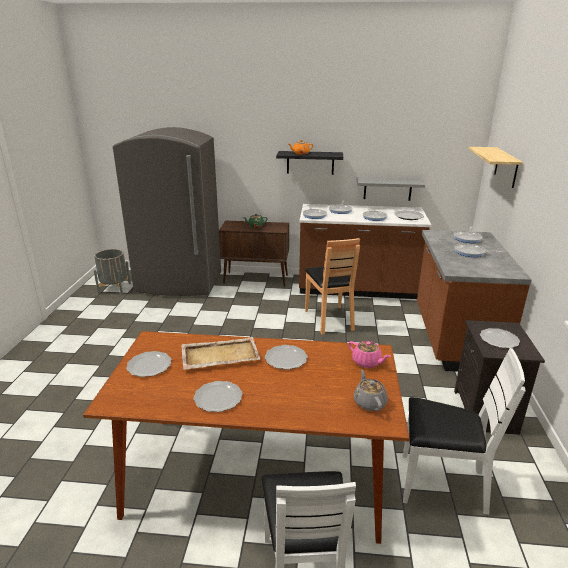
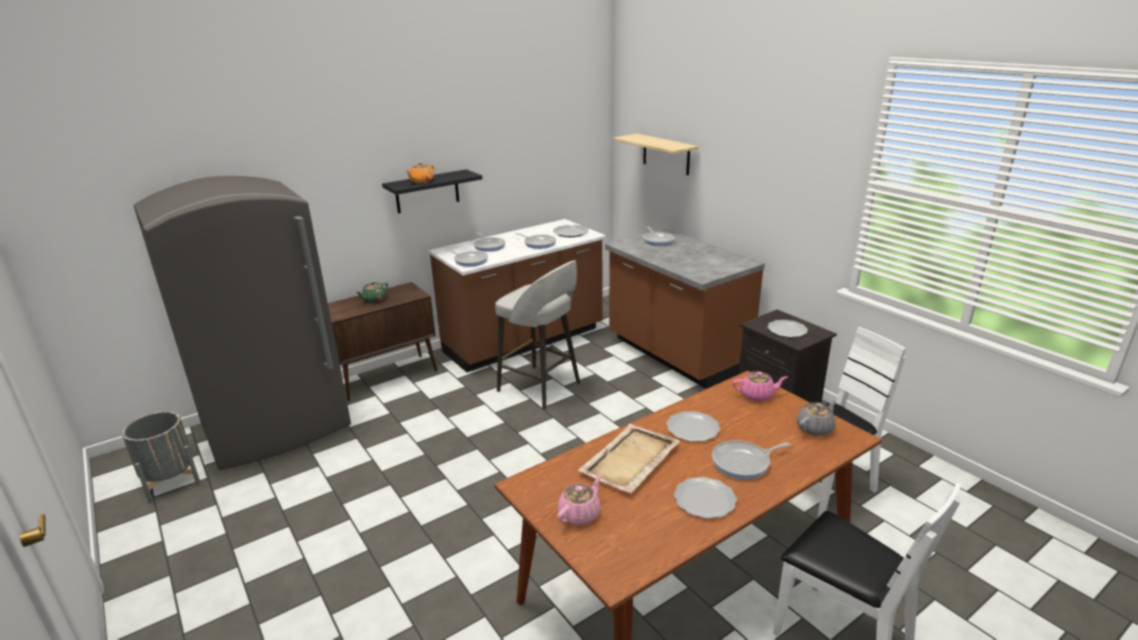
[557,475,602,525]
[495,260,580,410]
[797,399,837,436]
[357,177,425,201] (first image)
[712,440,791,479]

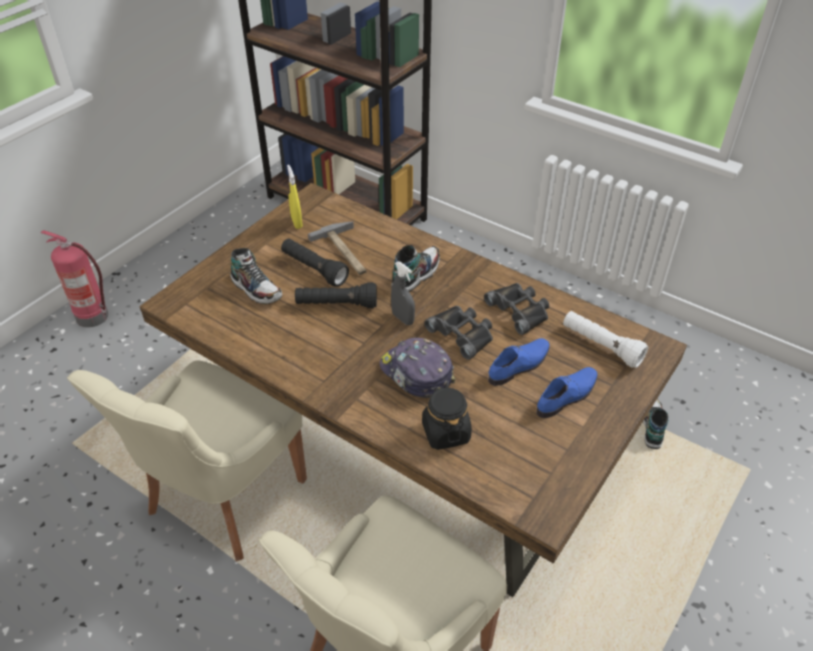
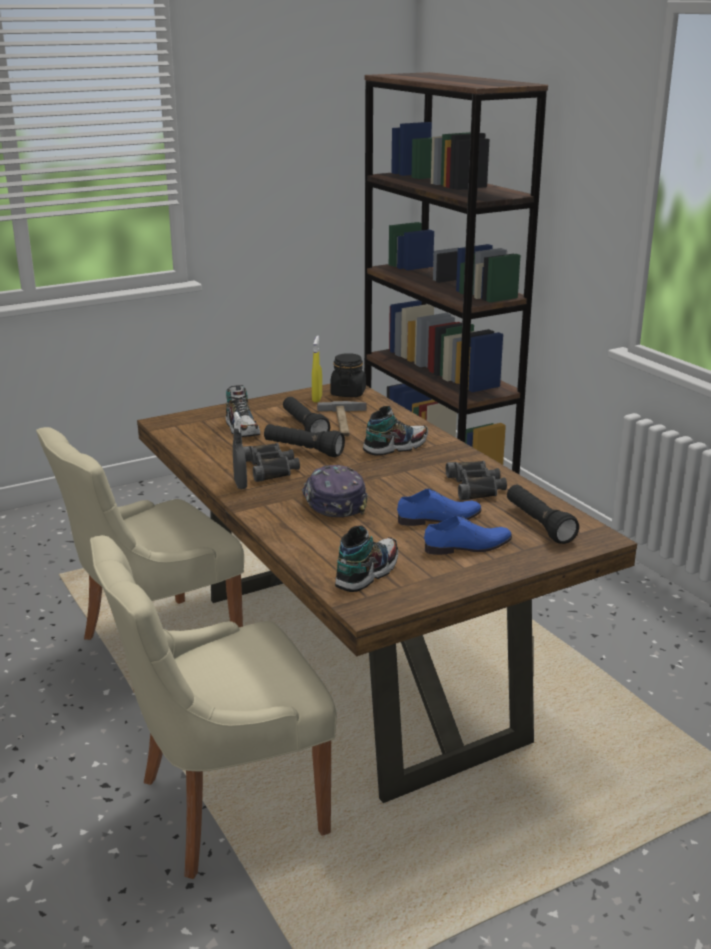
[41,230,108,328] (first image)
[233,412,247,489]
[330,353,366,397]
[243,443,300,482]
[507,485,579,544]
[335,525,398,592]

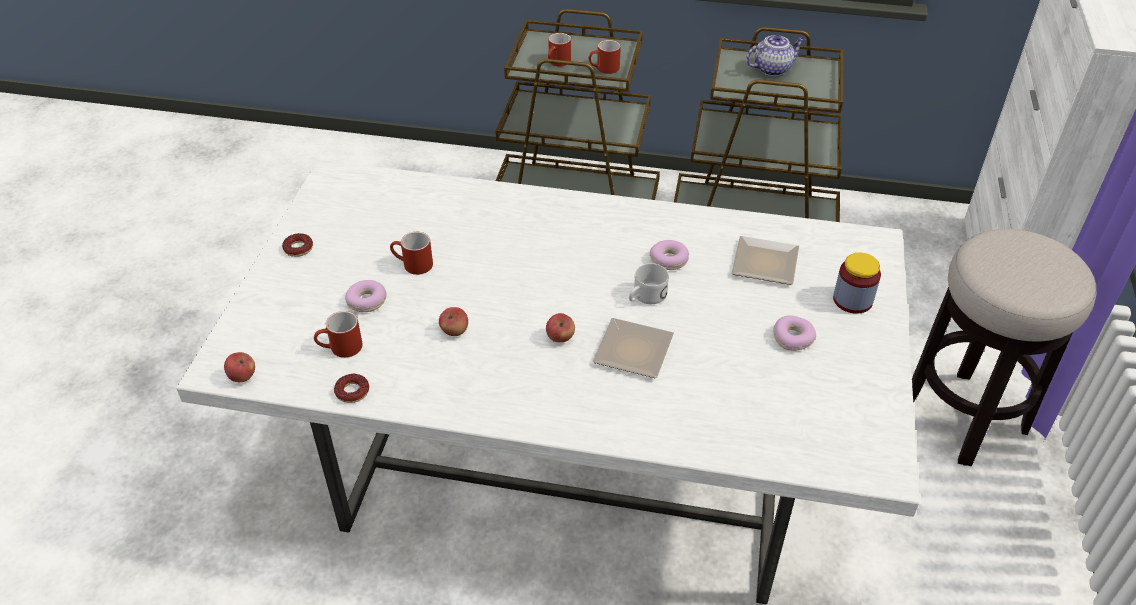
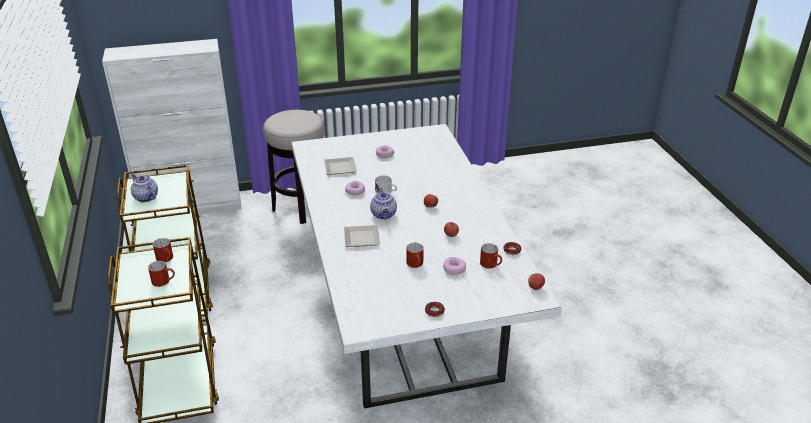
[344,225,380,247]
[833,253,881,314] (first image)
[370,188,397,219]

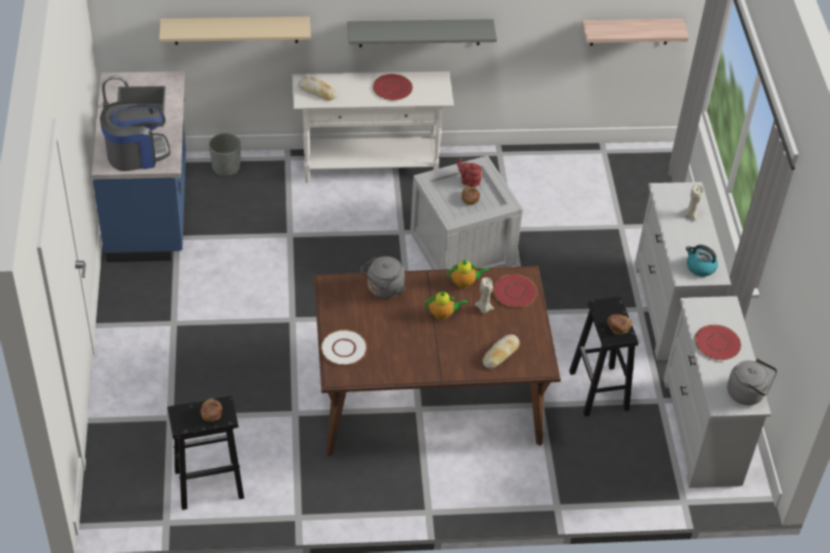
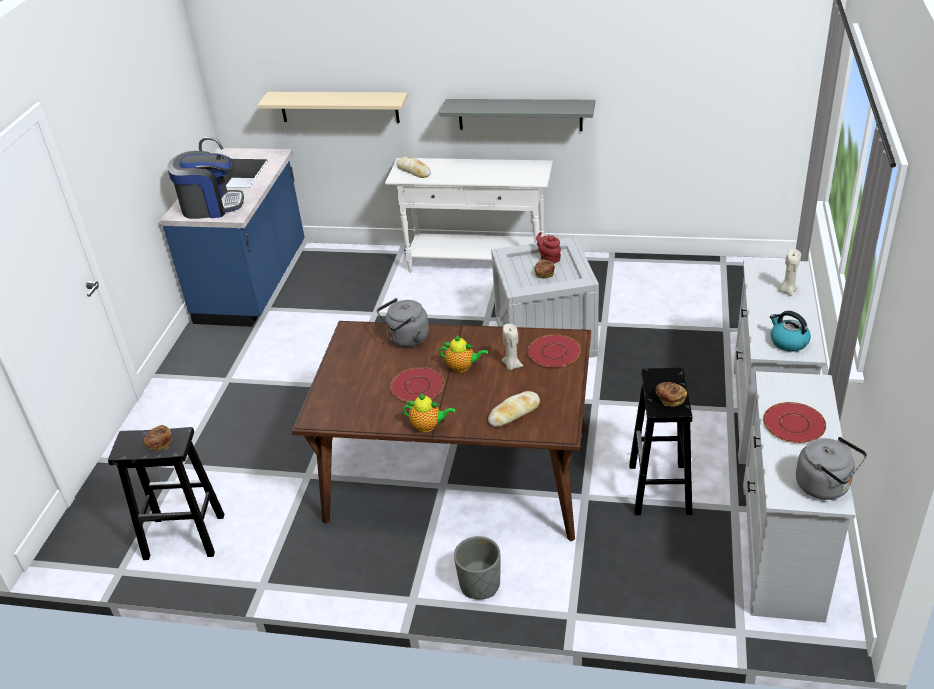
[454,536,501,599]
[321,329,367,365] (first image)
[390,367,445,402]
[403,393,455,432]
[582,19,689,46] (first image)

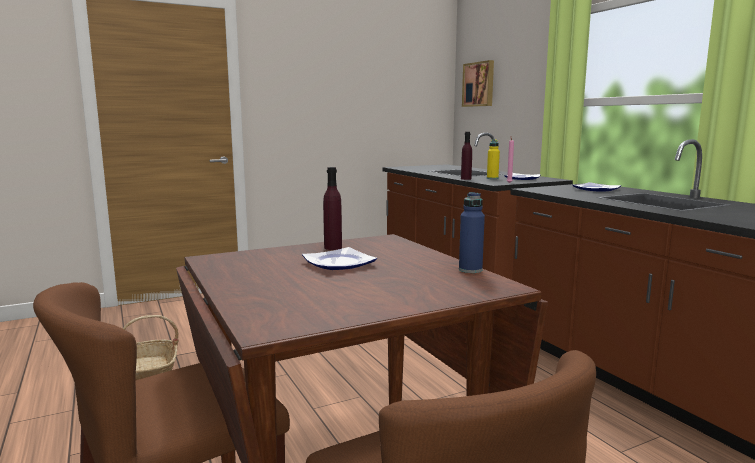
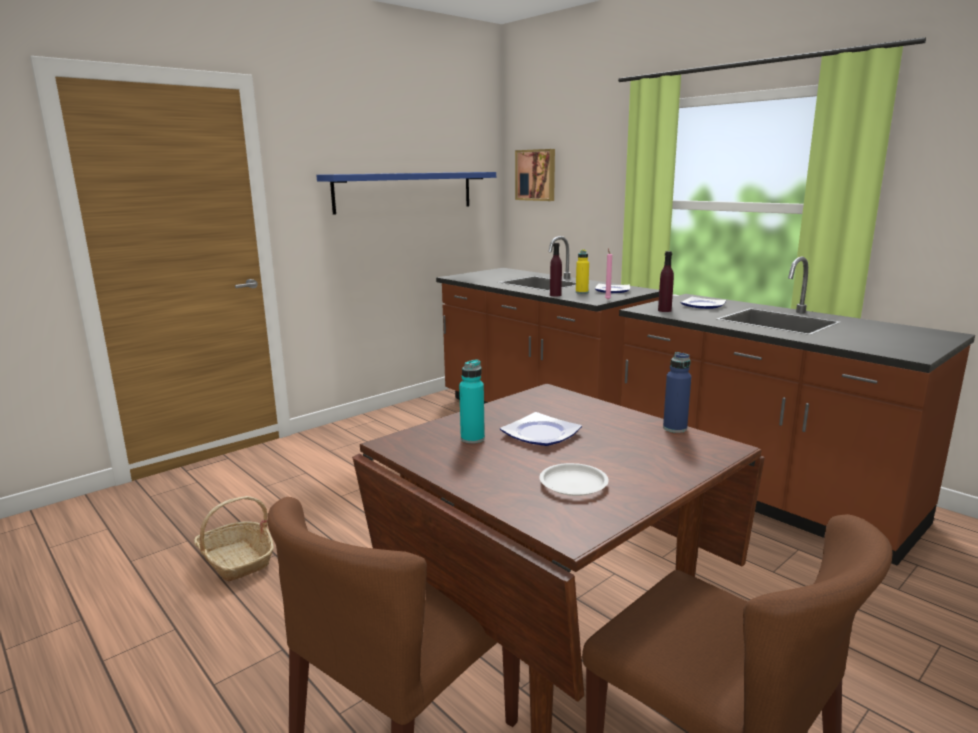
[658,251,674,312]
[316,172,496,215]
[459,359,485,444]
[539,463,609,496]

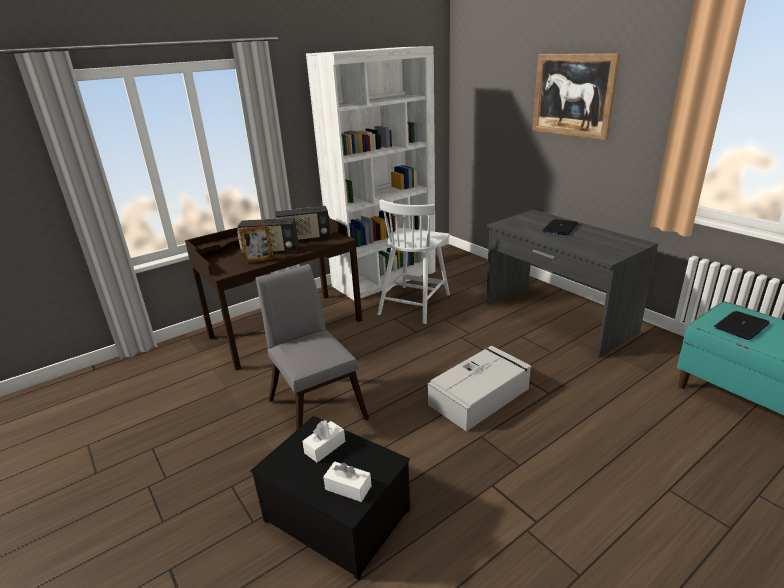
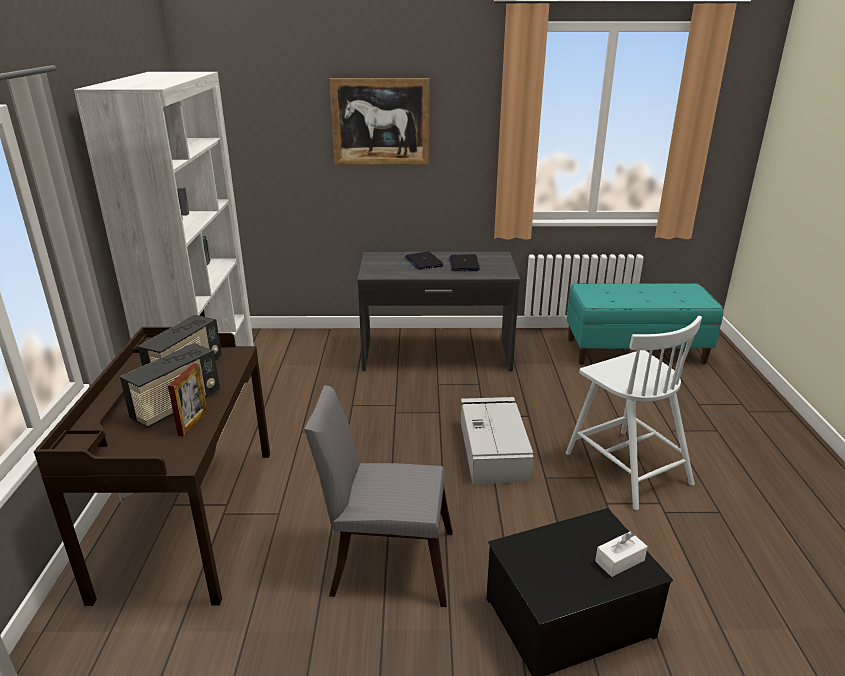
[302,420,345,463] (first image)
[566,316,702,510]
[449,254,480,271]

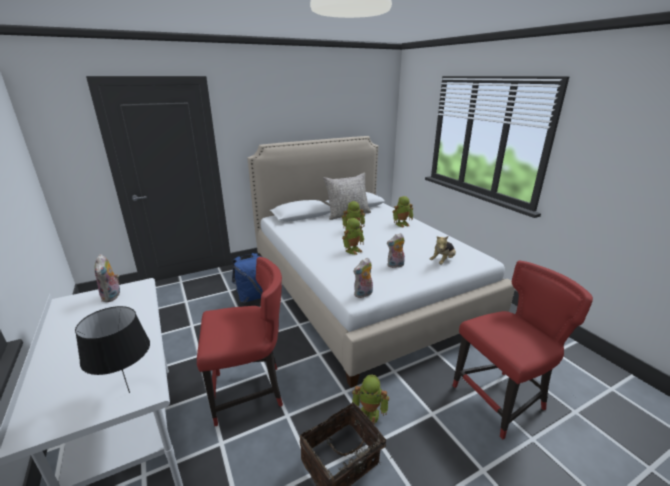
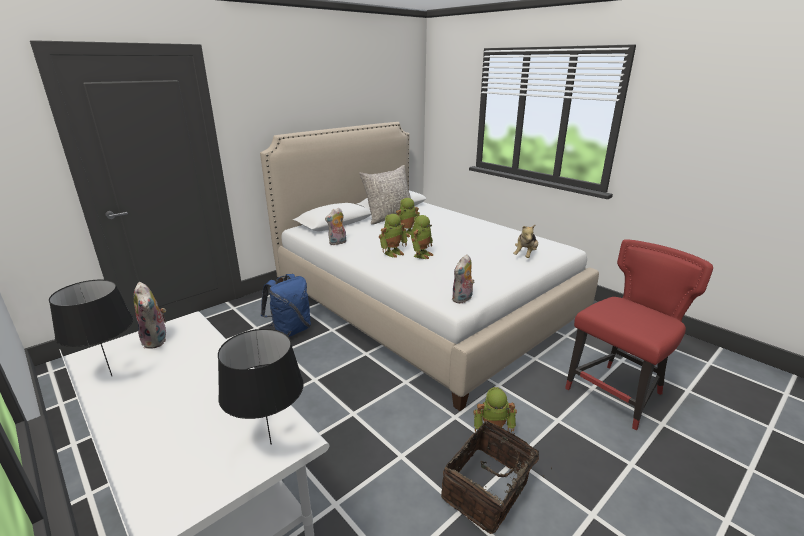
[197,257,283,426] (first image)
[325,207,346,245]
[379,214,408,258]
[49,279,133,376]

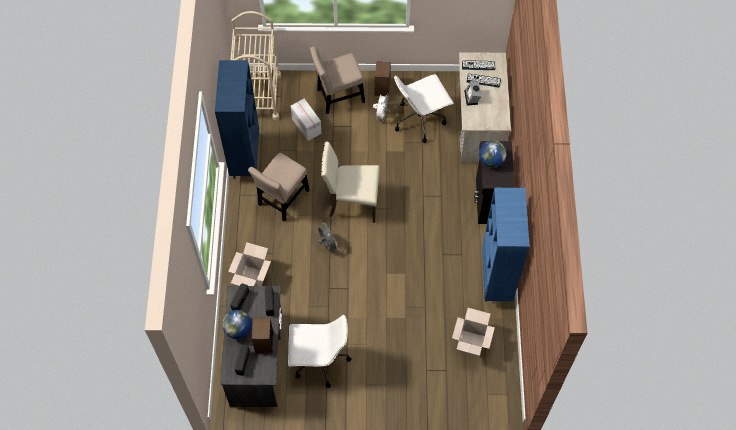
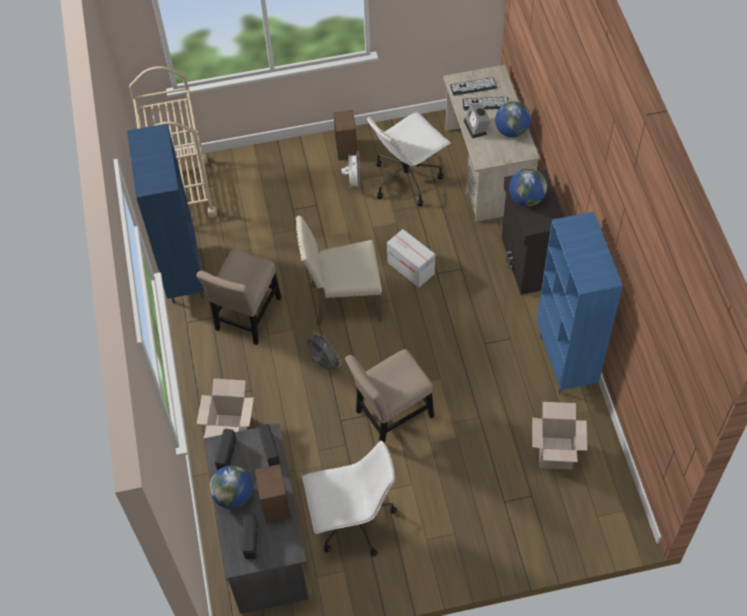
[387,229,435,287]
[345,349,434,443]
[495,101,531,138]

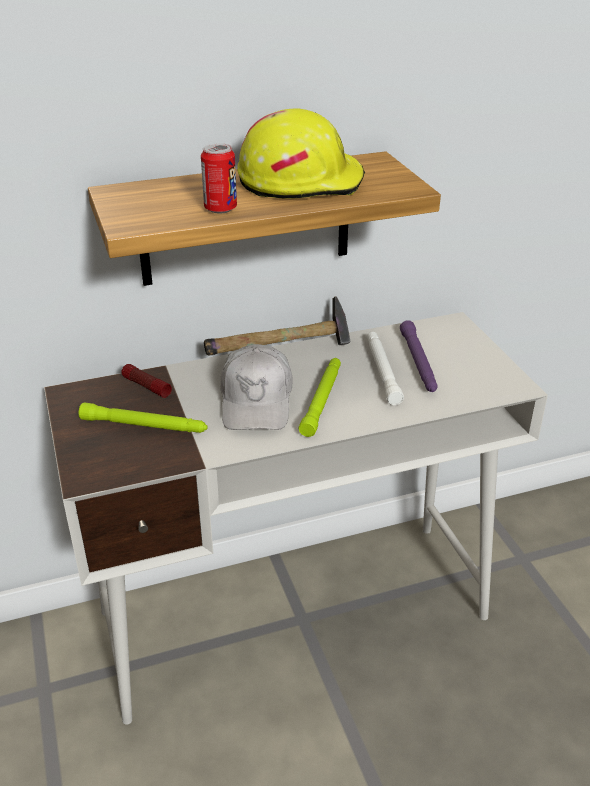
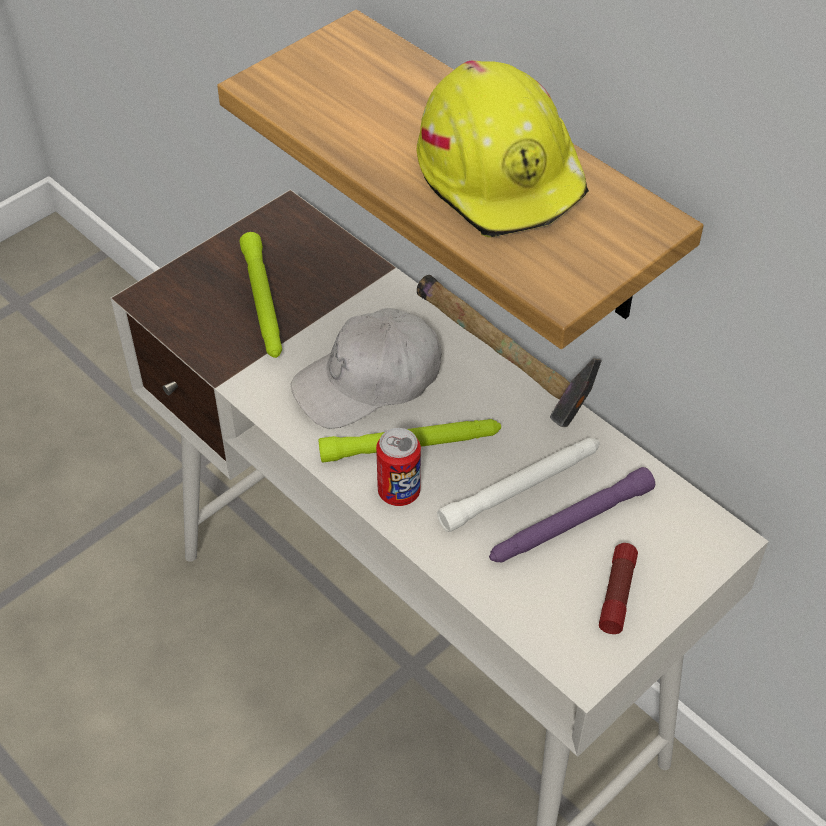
[599,543,638,634]
[376,428,421,506]

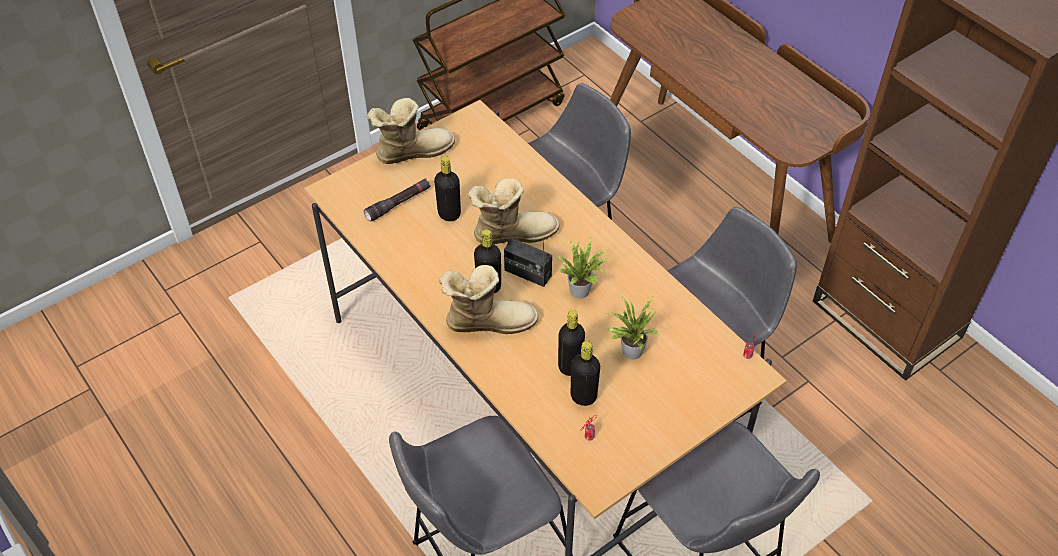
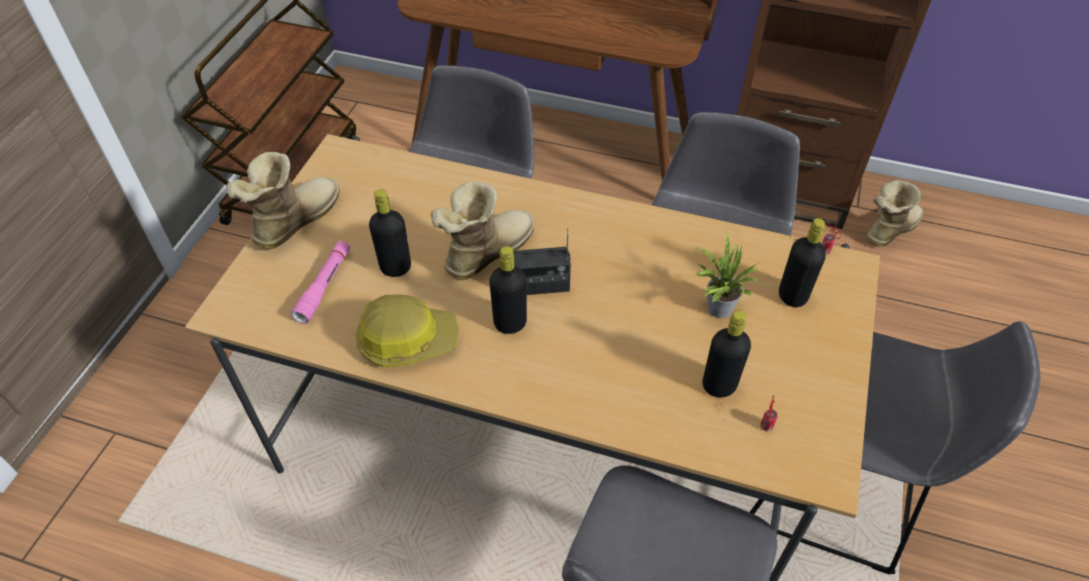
[291,240,350,324]
[866,180,924,247]
[555,236,609,299] (first image)
[779,218,826,307]
[355,294,459,367]

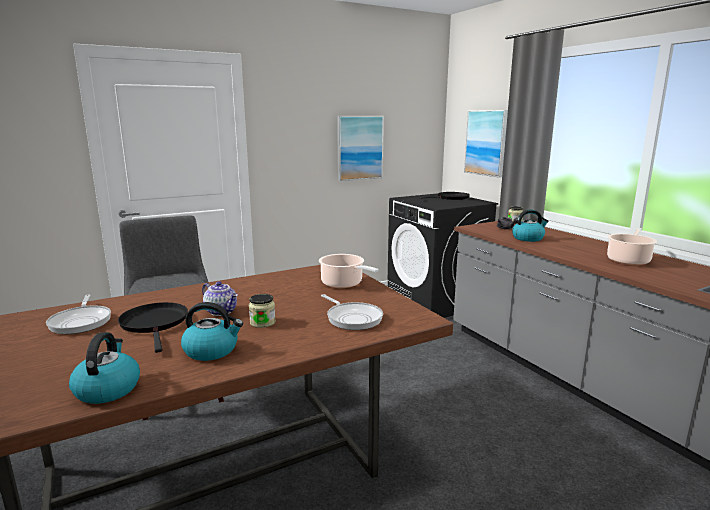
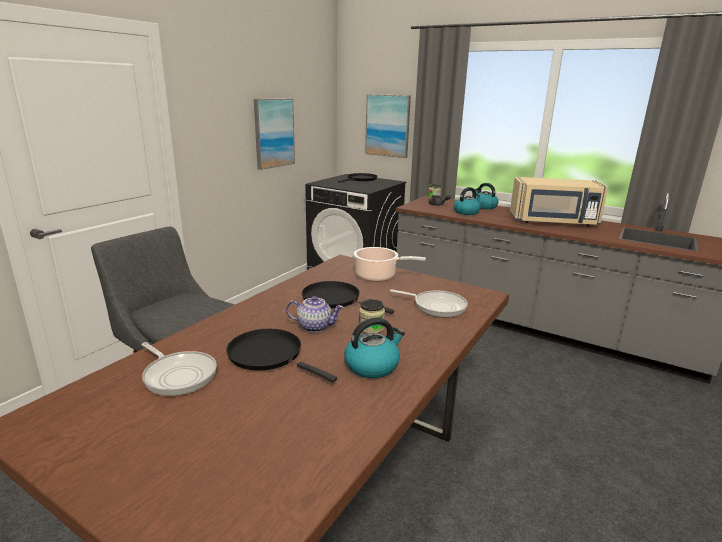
[475,183,499,209]
[510,177,608,226]
[302,281,394,314]

